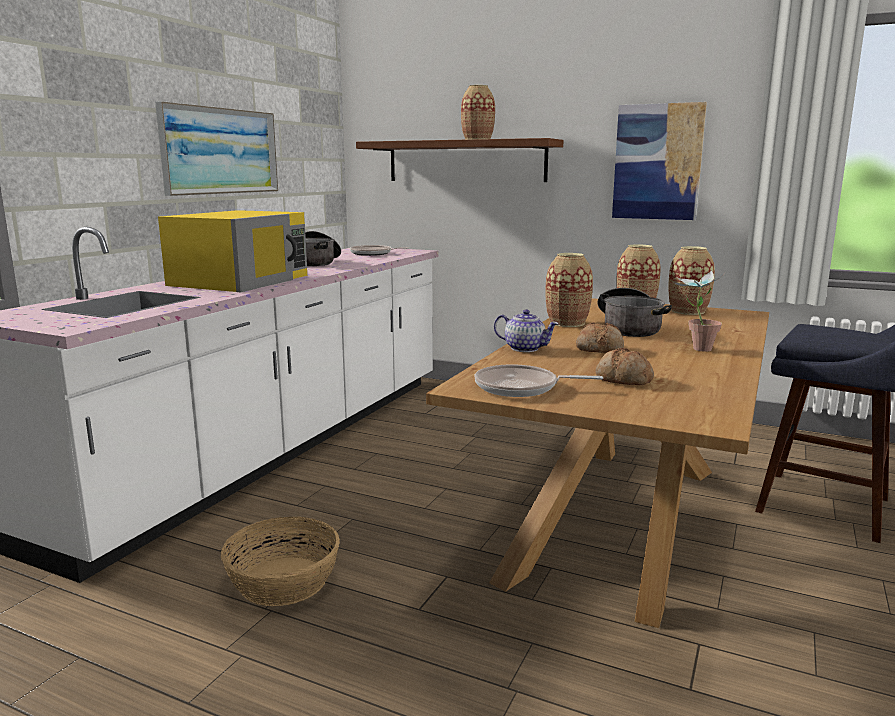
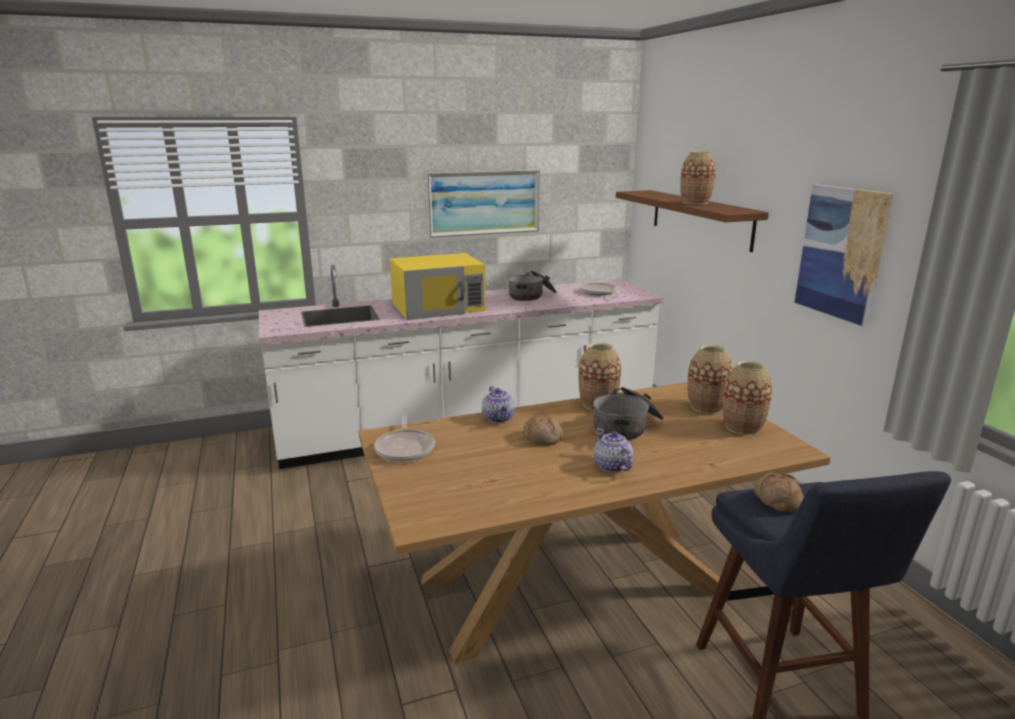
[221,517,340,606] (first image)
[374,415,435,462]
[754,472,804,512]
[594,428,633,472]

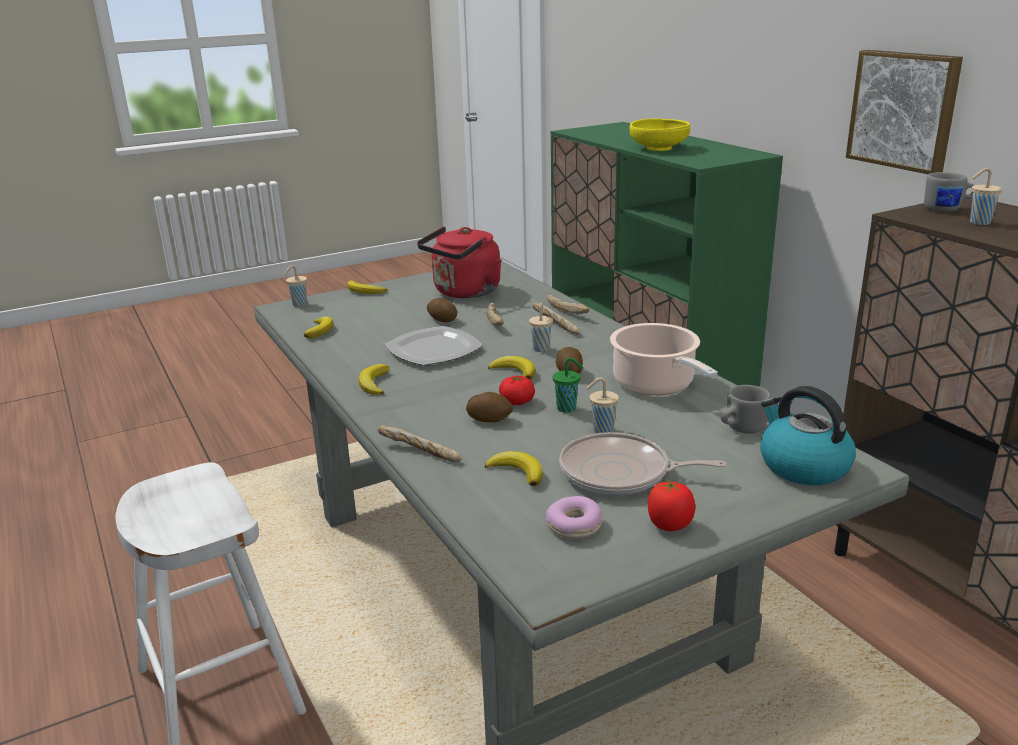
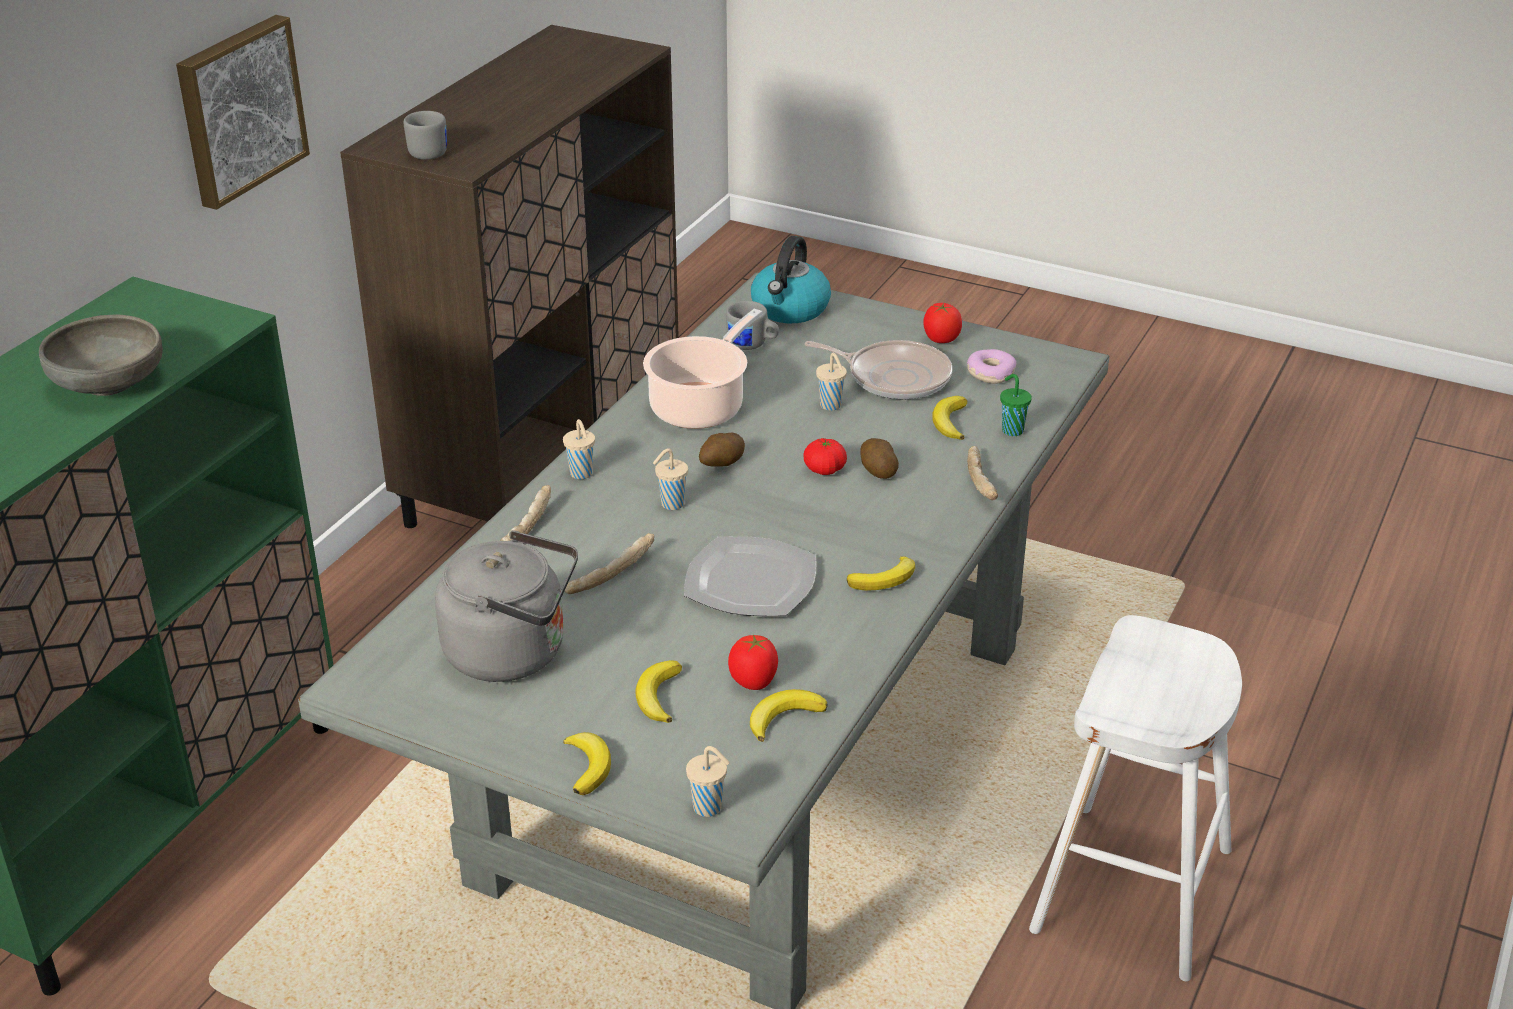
[435,530,578,682]
[427,298,457,322] (first image)
[635,660,682,723]
[532,303,580,335] (first image)
[1000,374,1032,436]
[805,340,952,400]
[39,314,163,396]
[563,419,595,479]
[728,635,778,690]

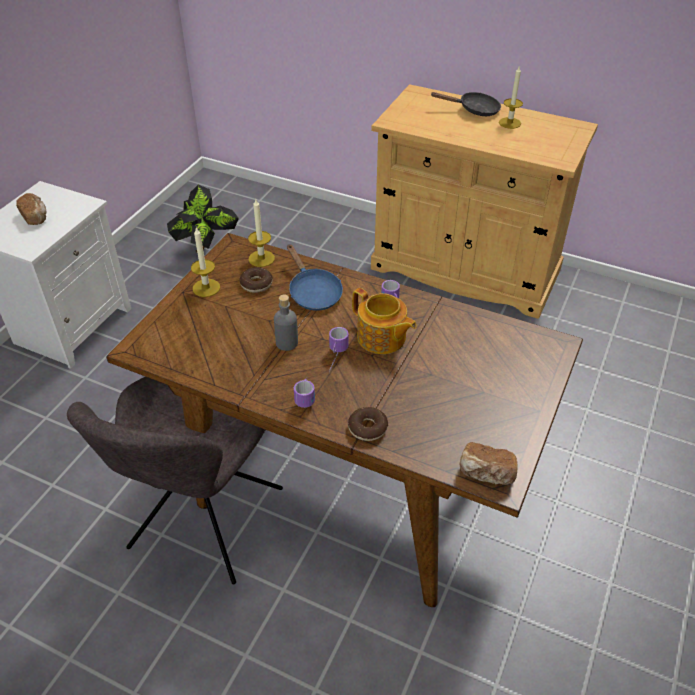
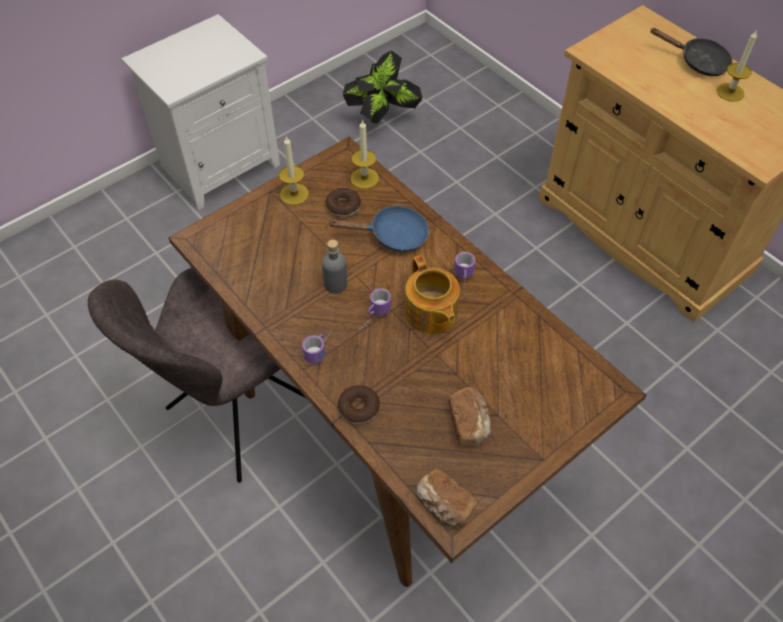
[448,387,491,446]
[328,205,429,252]

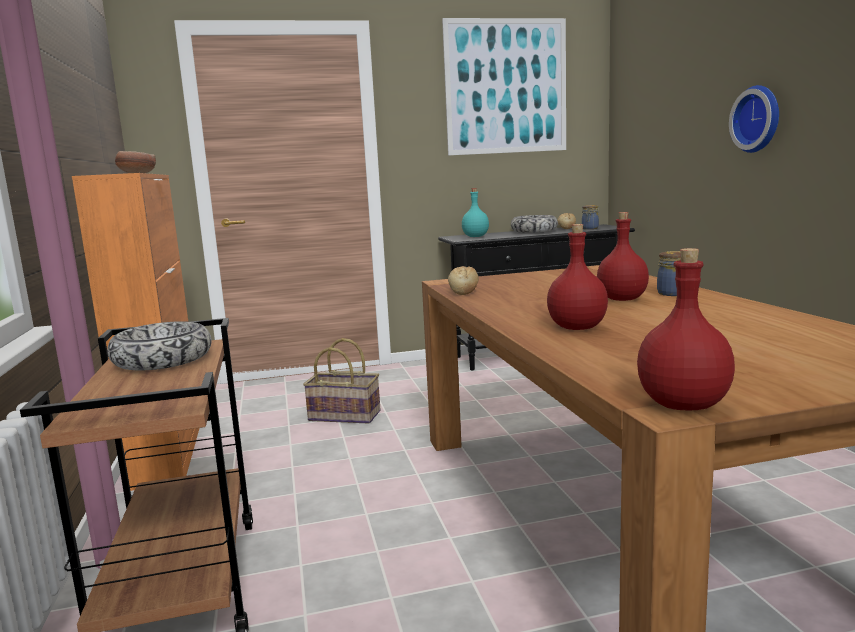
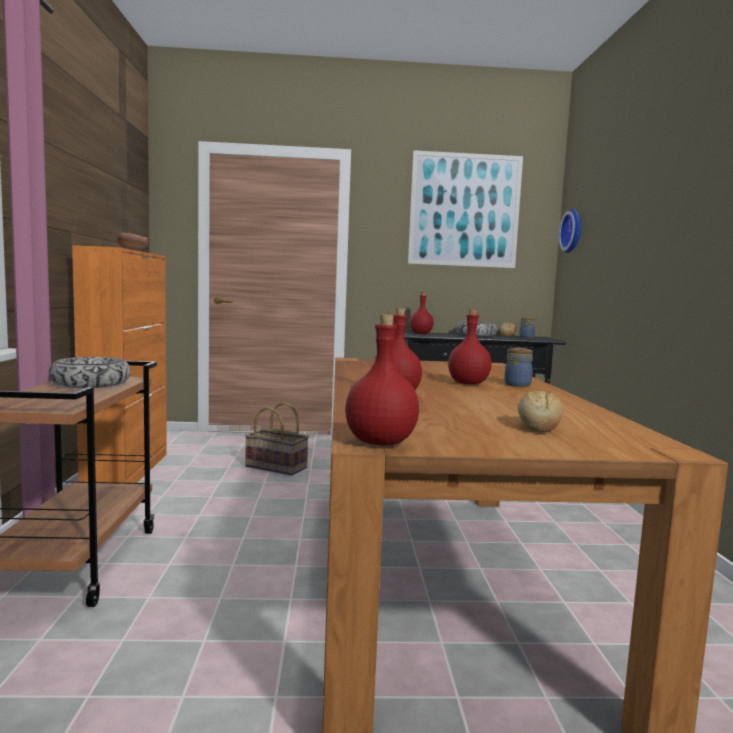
[518,391,563,433]
[410,292,434,334]
[559,209,581,253]

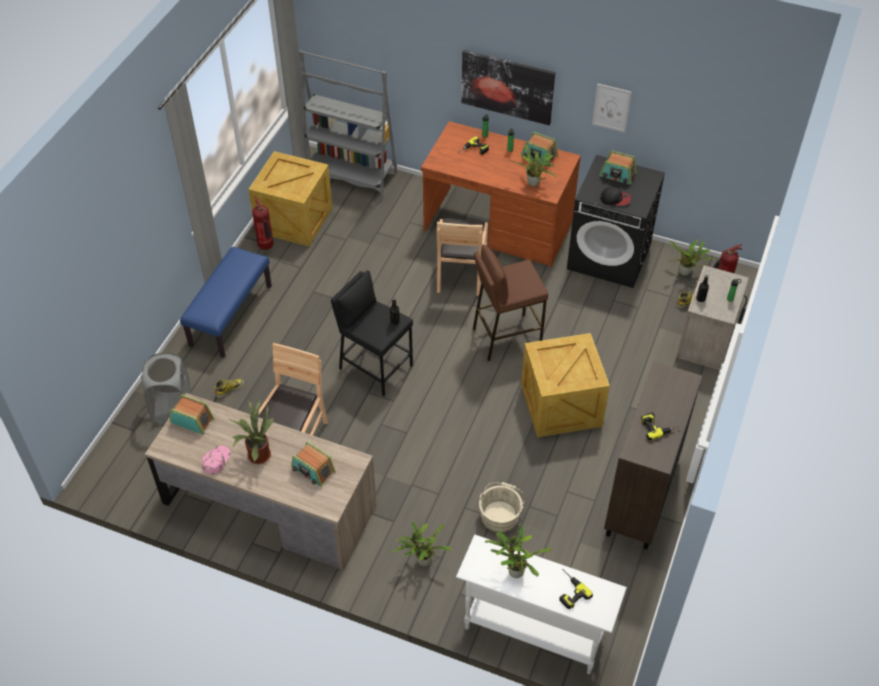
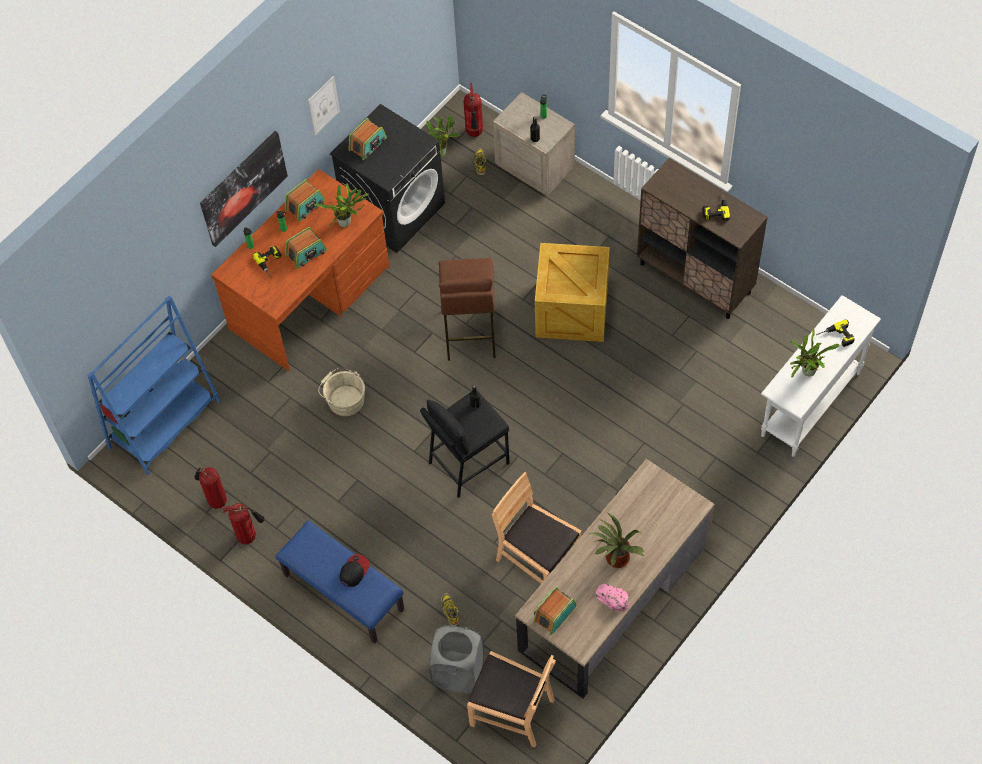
[194,467,227,509]
[285,227,327,269]
[87,296,221,475]
[392,521,452,566] (first image)
[467,651,556,748]
[318,368,365,416]
[340,554,370,587]

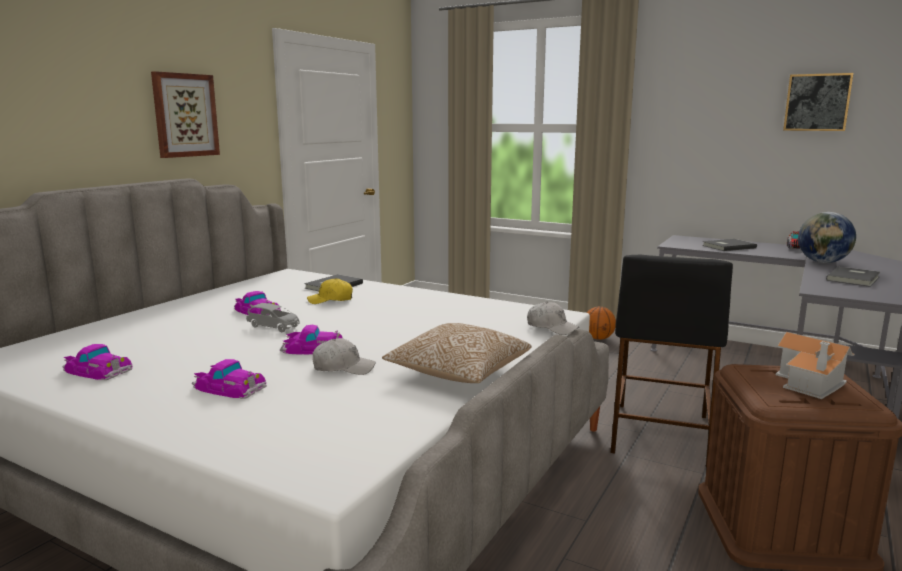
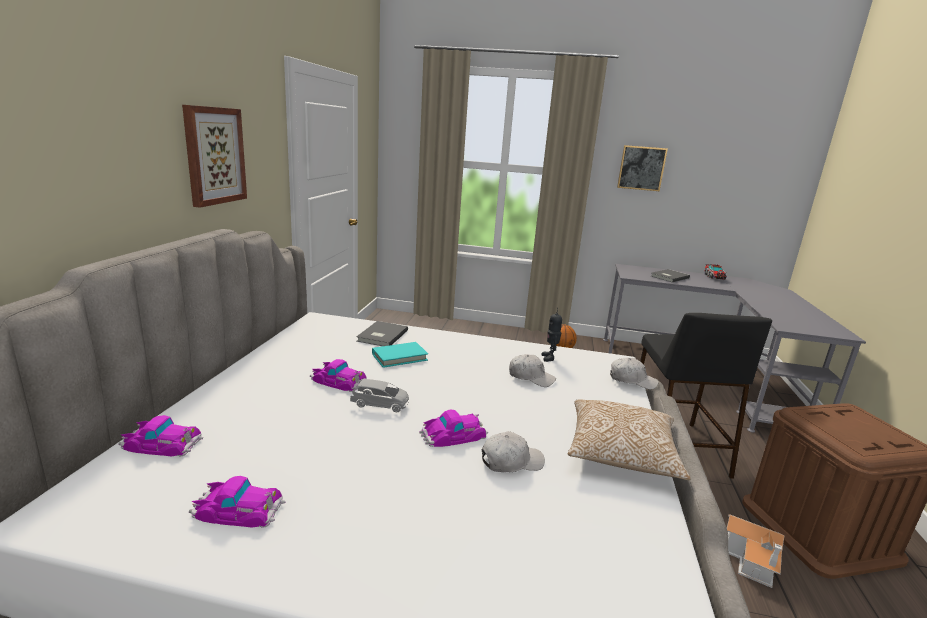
[118,415,203,456]
[372,342,428,368]
[727,514,785,588]
[617,145,668,191]
[798,212,856,263] (first image)
[826,266,880,287] (first image)
[509,354,556,387]
[541,307,562,362]

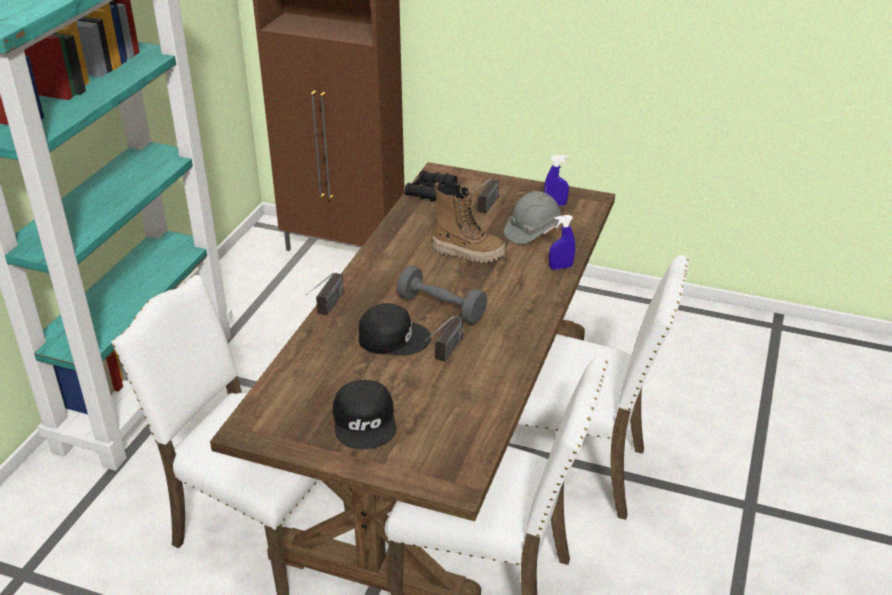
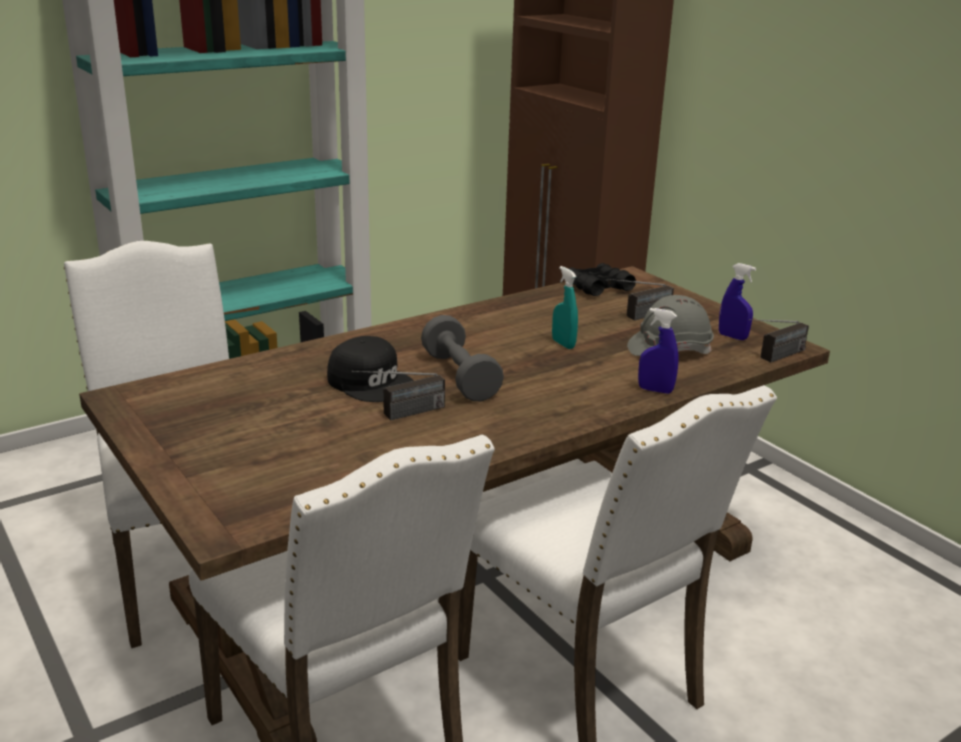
[749,319,809,362]
[333,380,396,449] (first image)
[552,266,578,349]

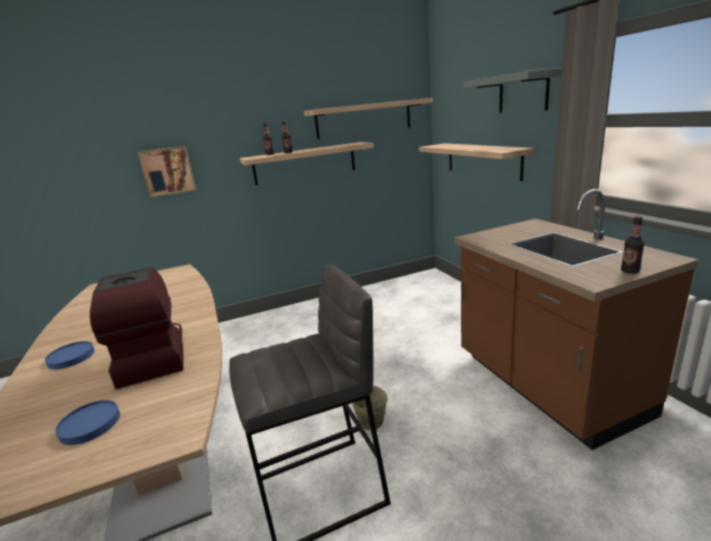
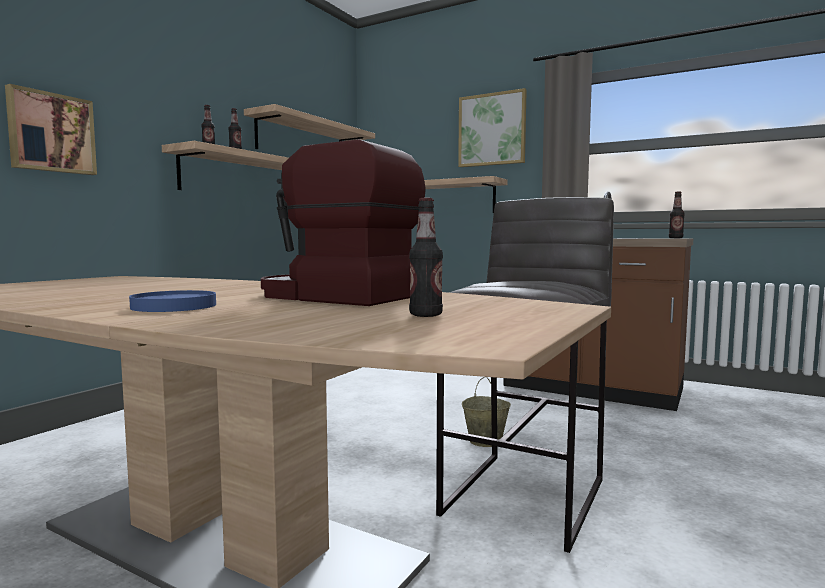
[409,198,443,317]
[458,88,527,167]

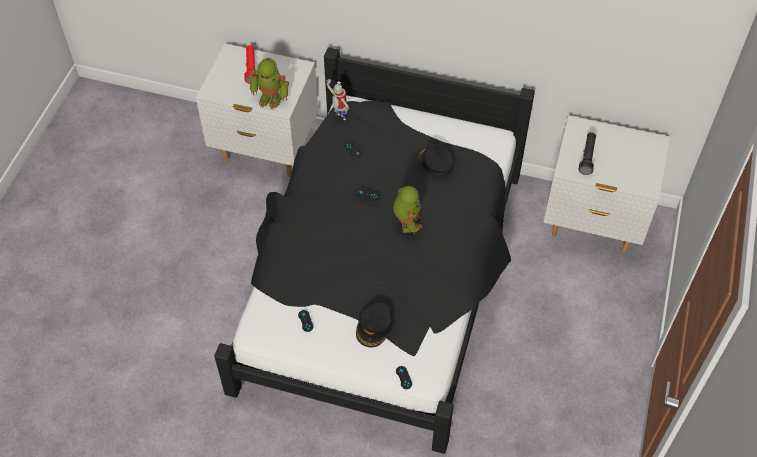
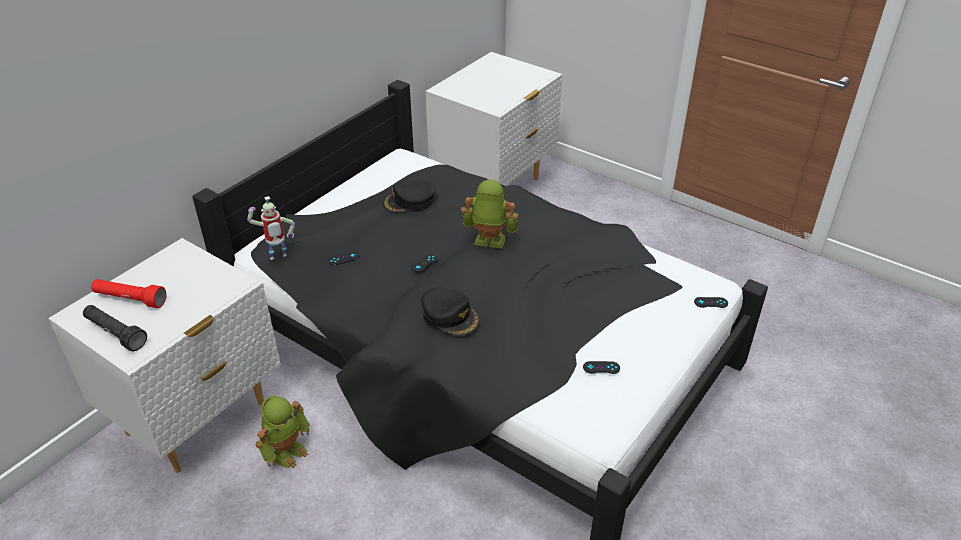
[256,396,310,468]
[421,287,480,336]
[83,305,147,351]

